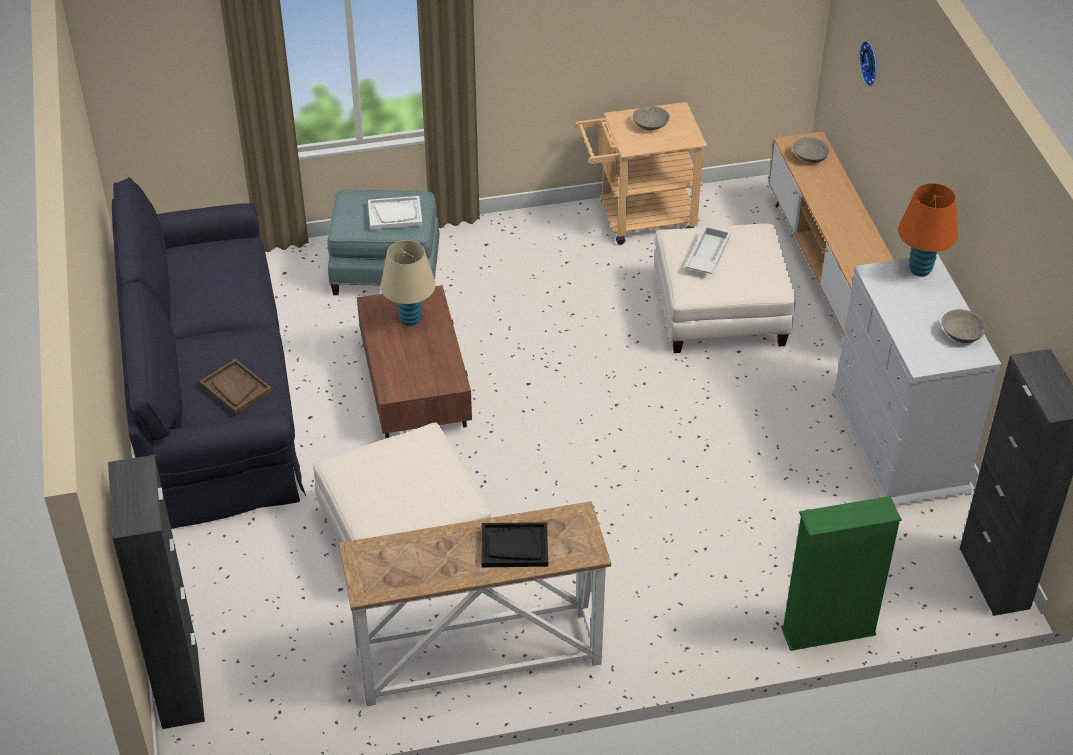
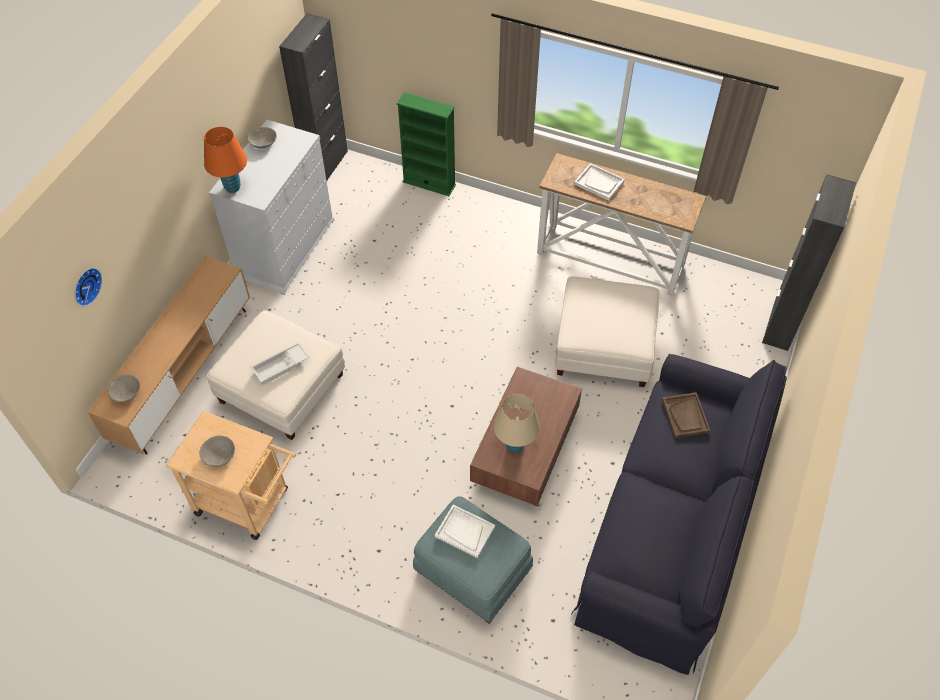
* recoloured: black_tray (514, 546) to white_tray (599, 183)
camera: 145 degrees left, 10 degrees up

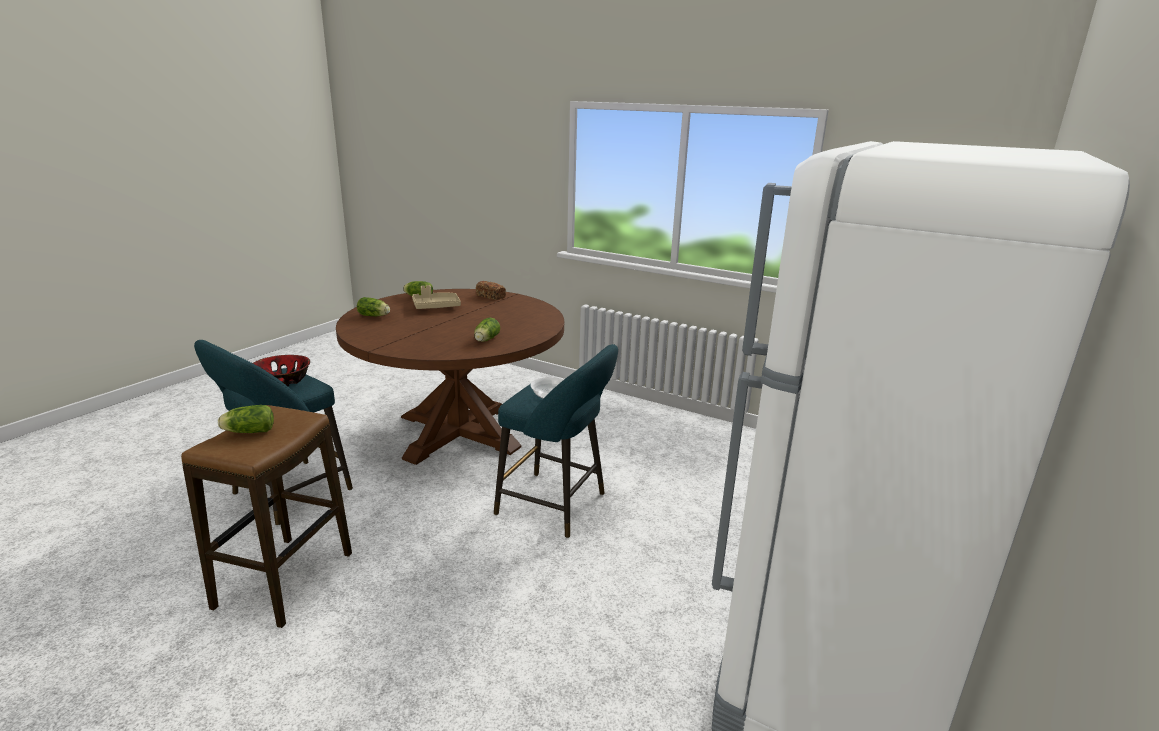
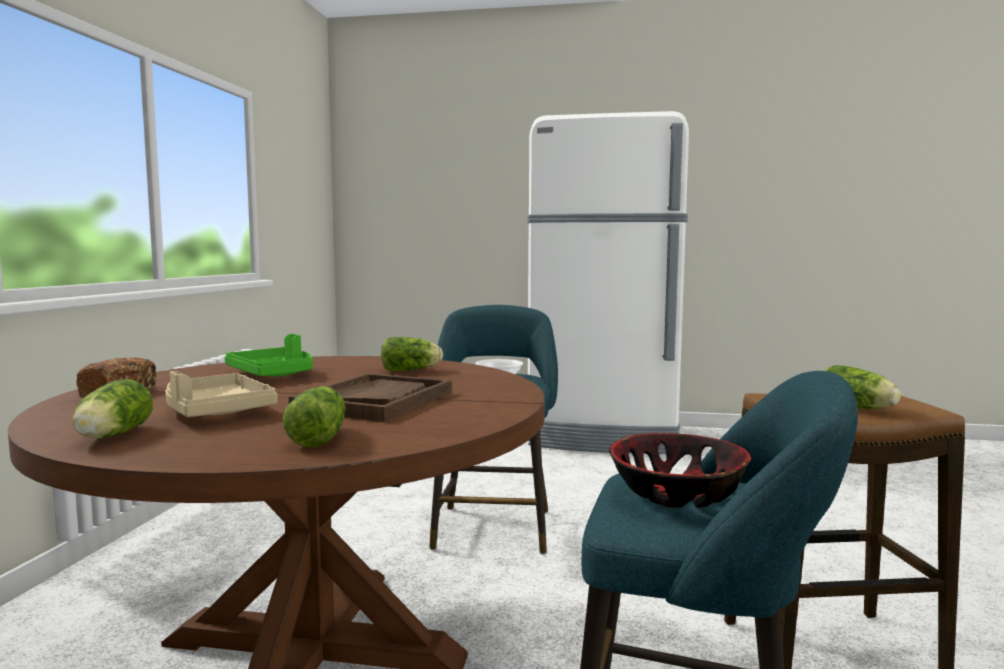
* added: green_tray (274, 374)
* added: brown_tray (375, 401)
camera: 110 degrees left, 15 degrees down

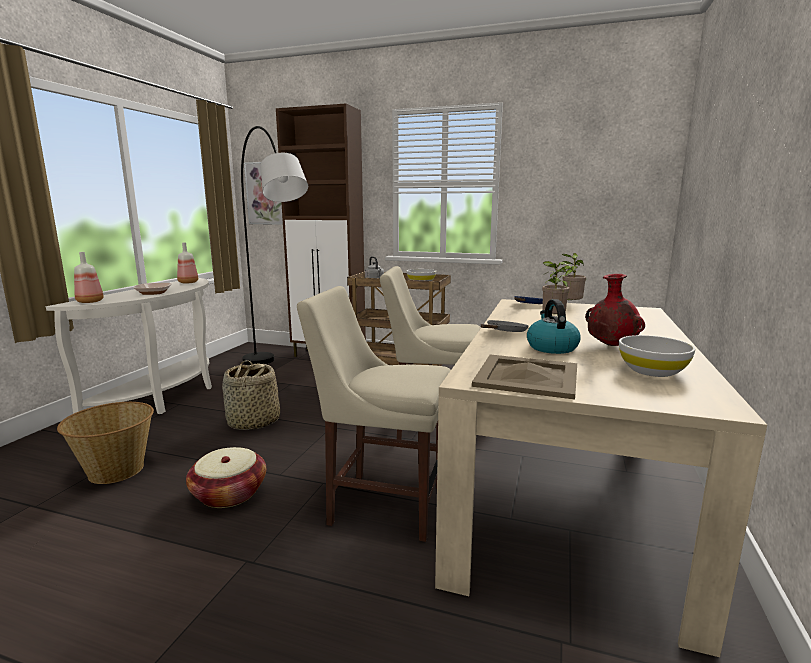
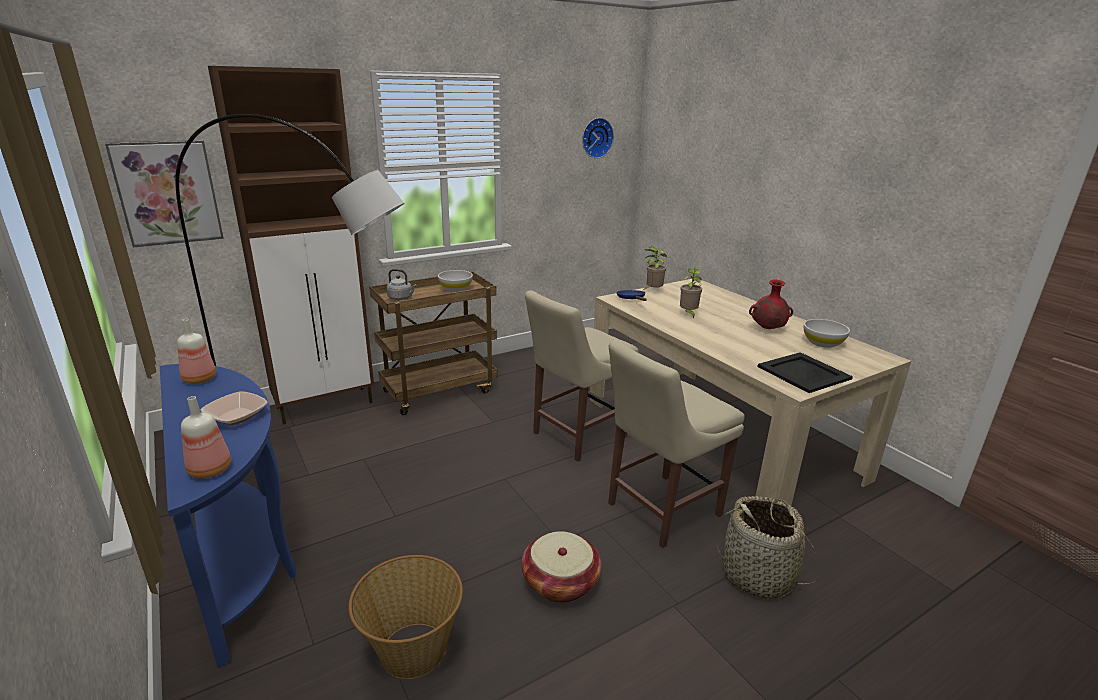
* removed: grey_frying_pan (504, 332)
* removed: kettle (551, 347)
* added: wall_clock (596, 138)
* moved: basket (253, 422) to (758, 576)
* recoloured: white_console_table (166, 397) to blue_console_table (244, 557)
* recoloured: beige_tray (528, 376) to black_tray (803, 372)
camera: 50 degrees left, 10 degrees up

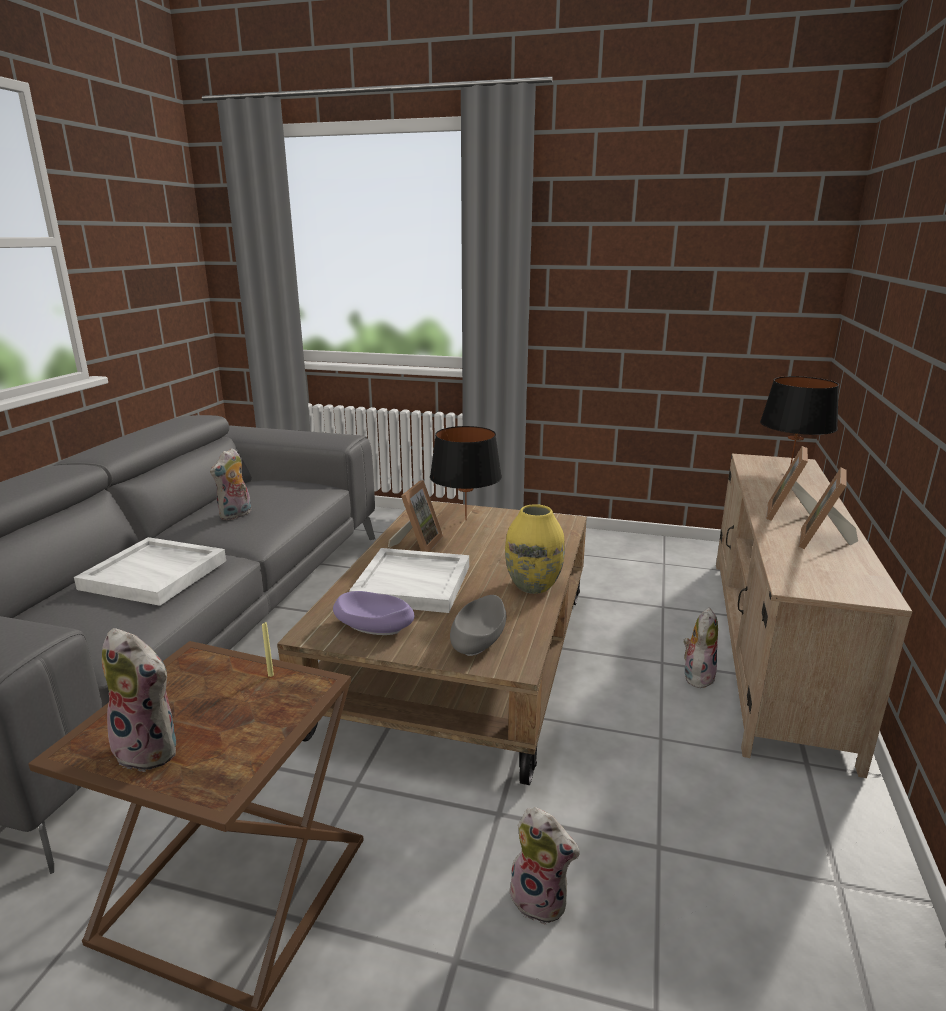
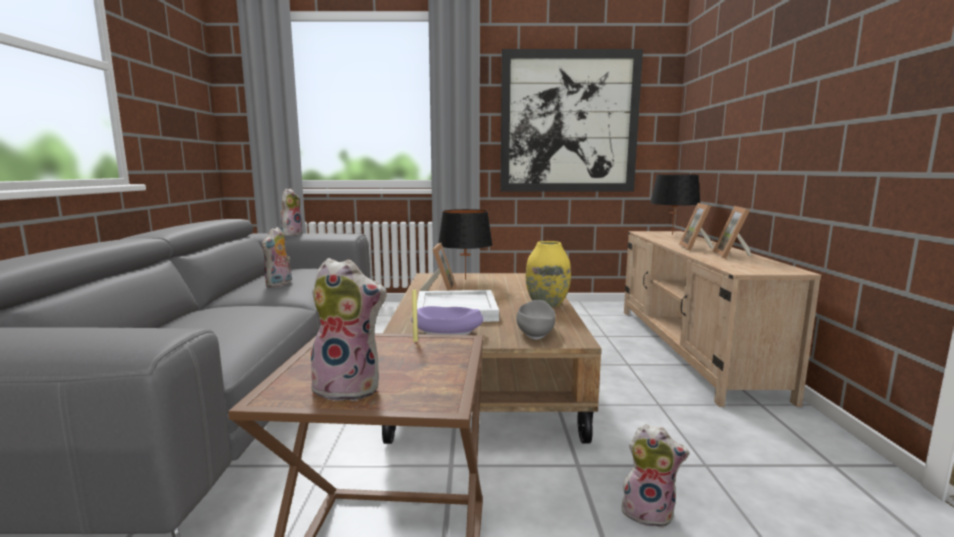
* removed: white_tray (156, 574)
* added: picture (568, 122)
* moved: plush_toy (697, 675) to (291, 234)
camera: 15 degrees left, 10 degrees down

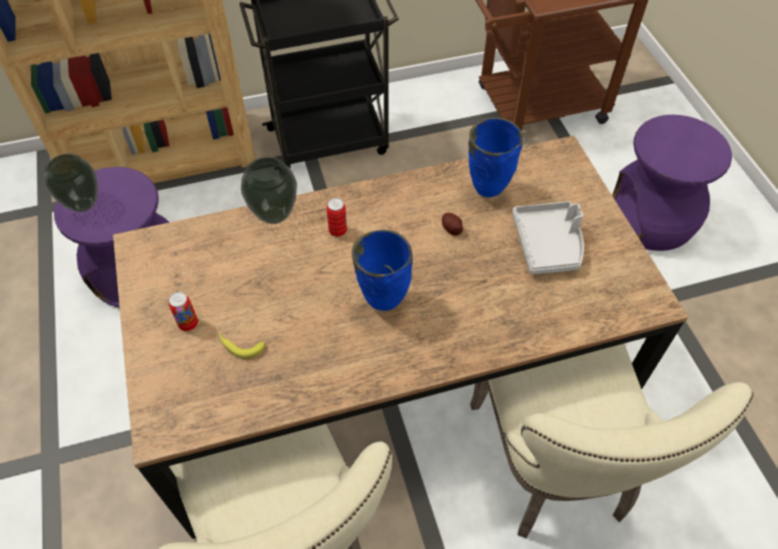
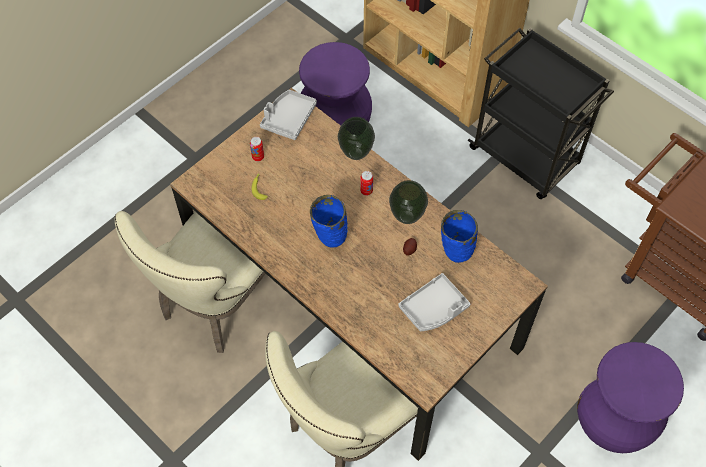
* added: grey_tray (288, 119)
* moved: vase (83, 205) to (406, 216)
camera: 60 degrees right, 5 degrees up

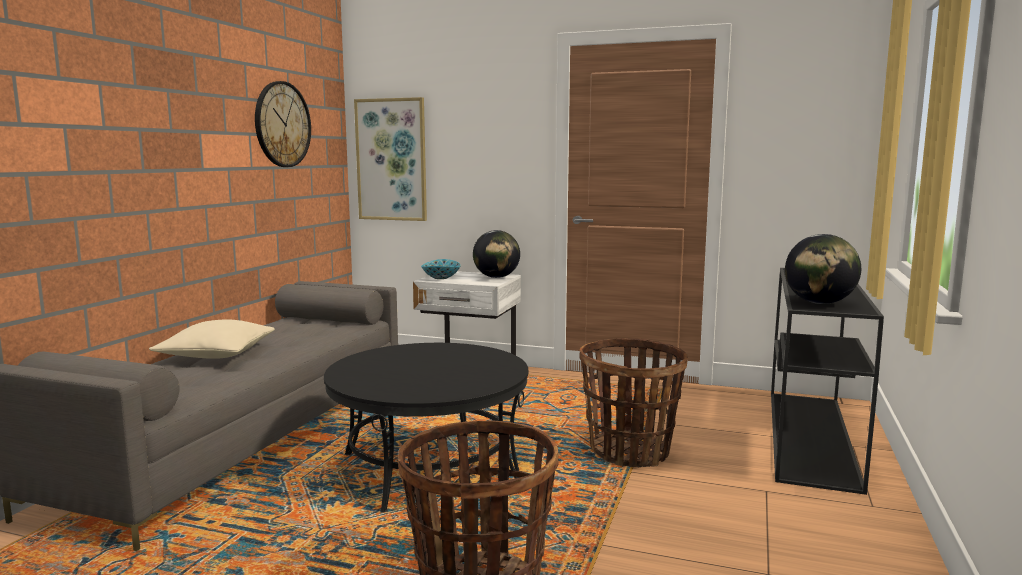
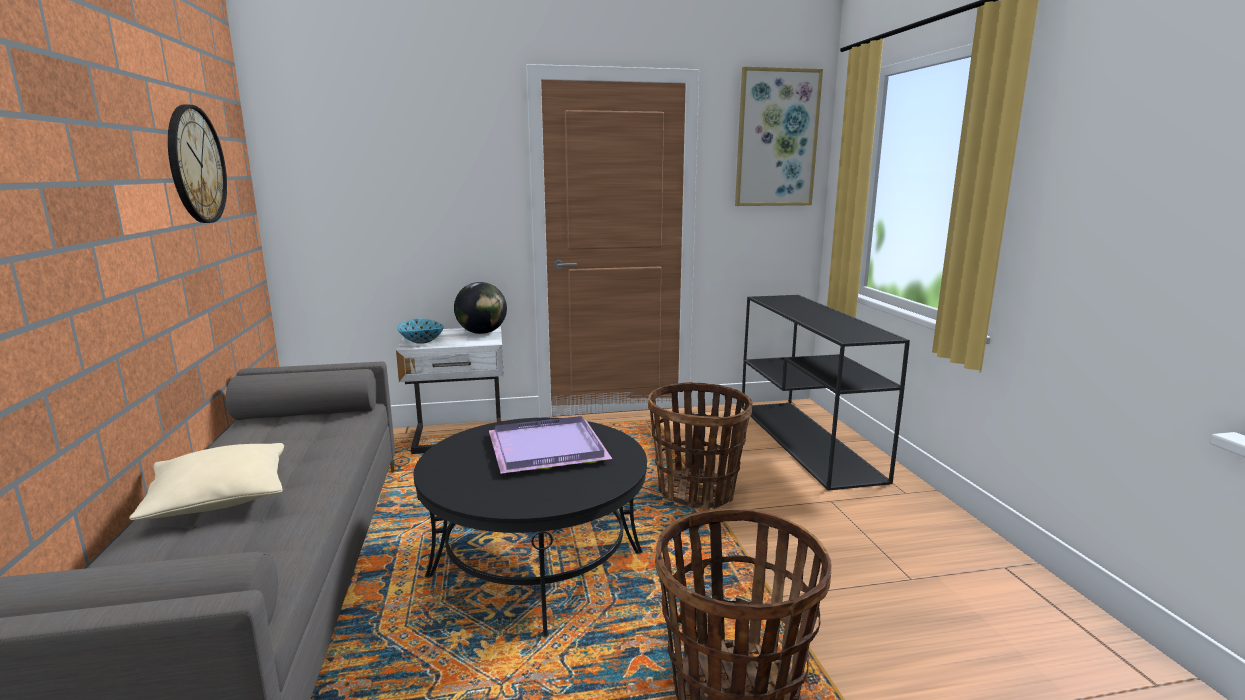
* removed: globe (819, 303)
* added: purple_tray (545, 448)
* moved: picture (391, 160) to (776, 138)
camera: 30 degrees left, 5 degrees up

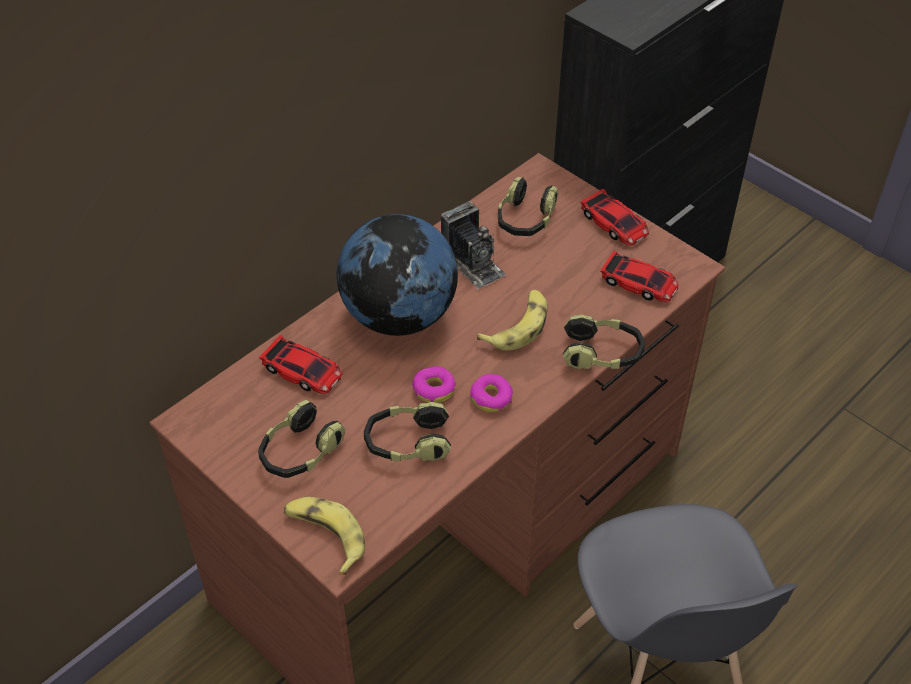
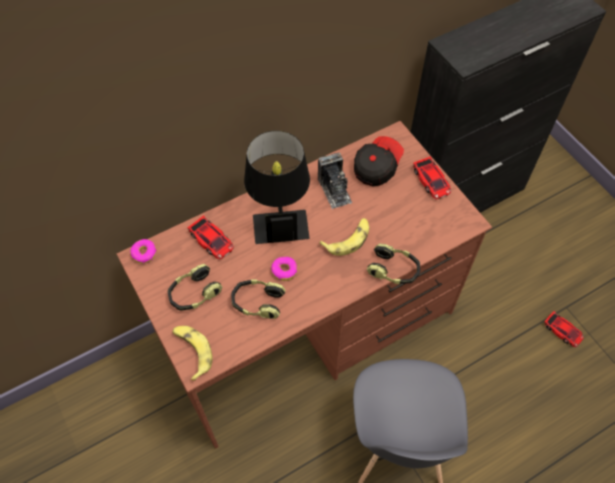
* moved: donut (491, 398) to (144, 253)
* moved: toy_car (639, 283) to (563, 331)
* replaced: globe (399, 316) to black_table_lamp (279, 216)
* replaced: headphones (525, 220) to cap (376, 166)
camera: 15 degrees right, 10 degrees up

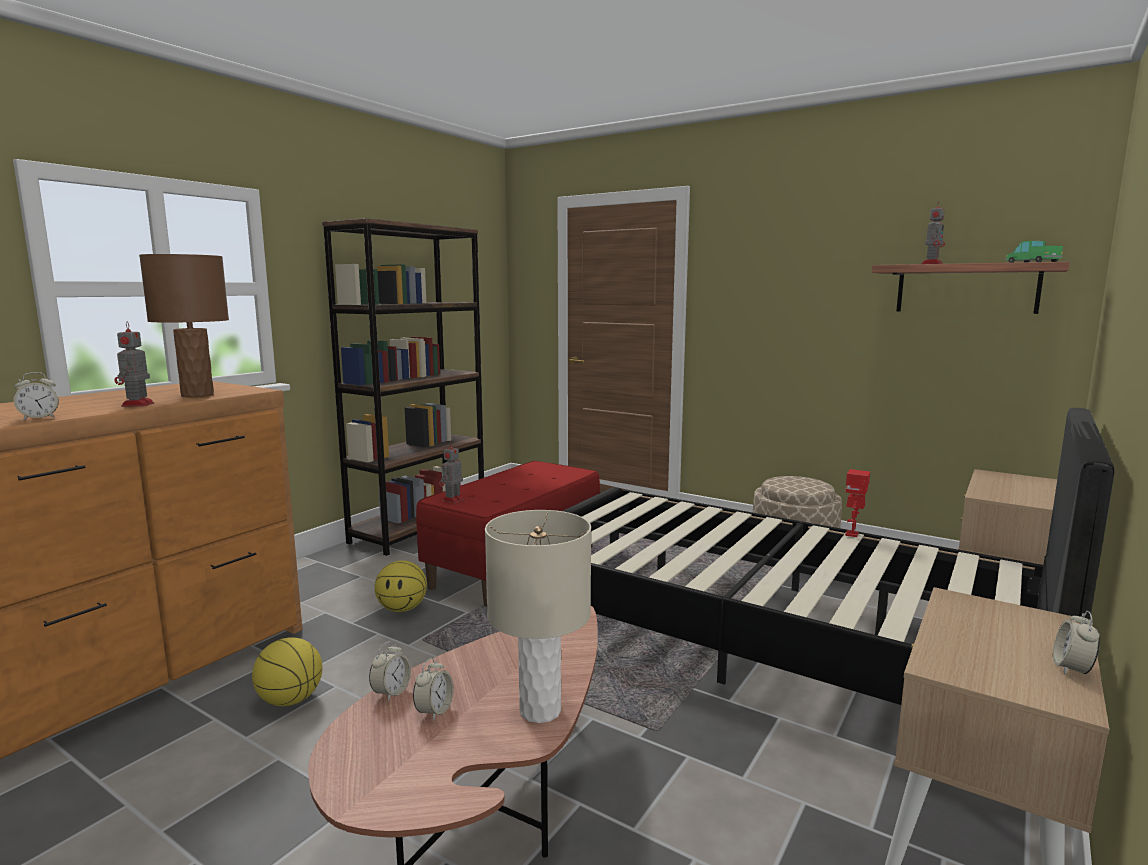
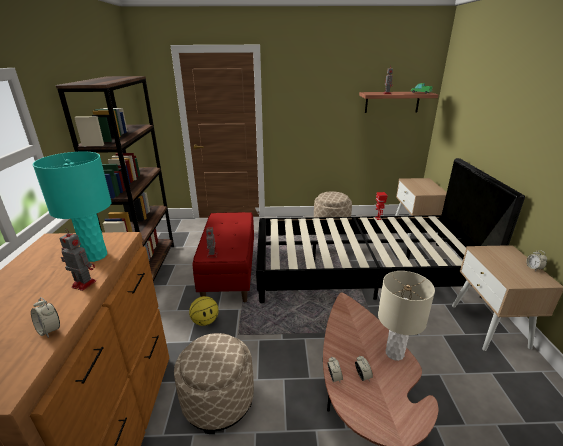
* replaced: basketball (290, 700) to beige_ottoman (218, 400)
* recoloured: brown_table_lamp (197, 395) to turquoise_table_lamp (95, 256)
* turned: alarm_clock (39, 418) = (50, 330) 105 degrees clockwise
* turned: toy_robot (137, 405) = (83, 284) 150 degrees clockwise
camera: 35 degrees left, 15 degrees up

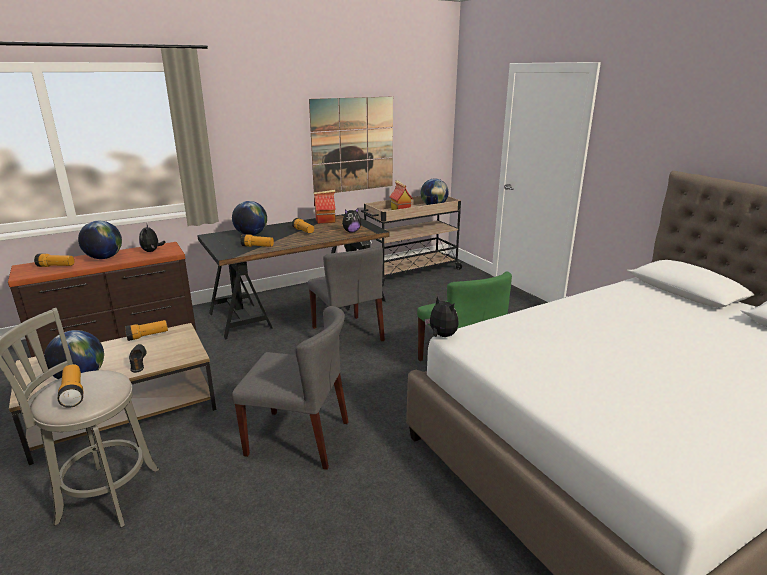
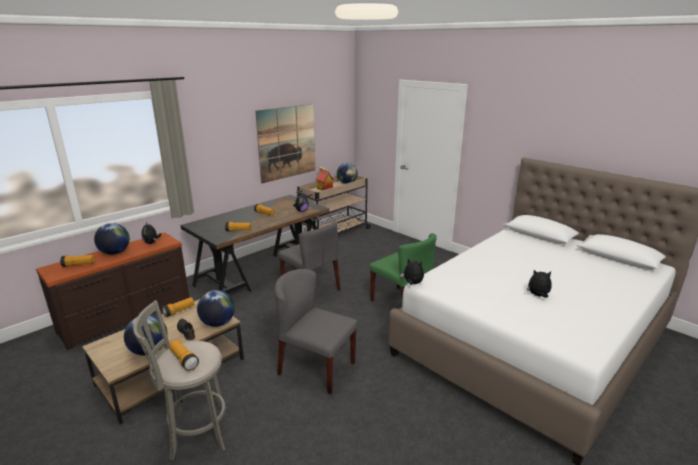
* removed: toy_house (325, 221)
* added: plush_toy (538, 295)
* moved: globe (251, 234) to (218, 323)
* turned: grey_chair (299, 438) = (316, 368) 150 degrees counterclockwise
camera: 15 degrees left, 0 degrees up

